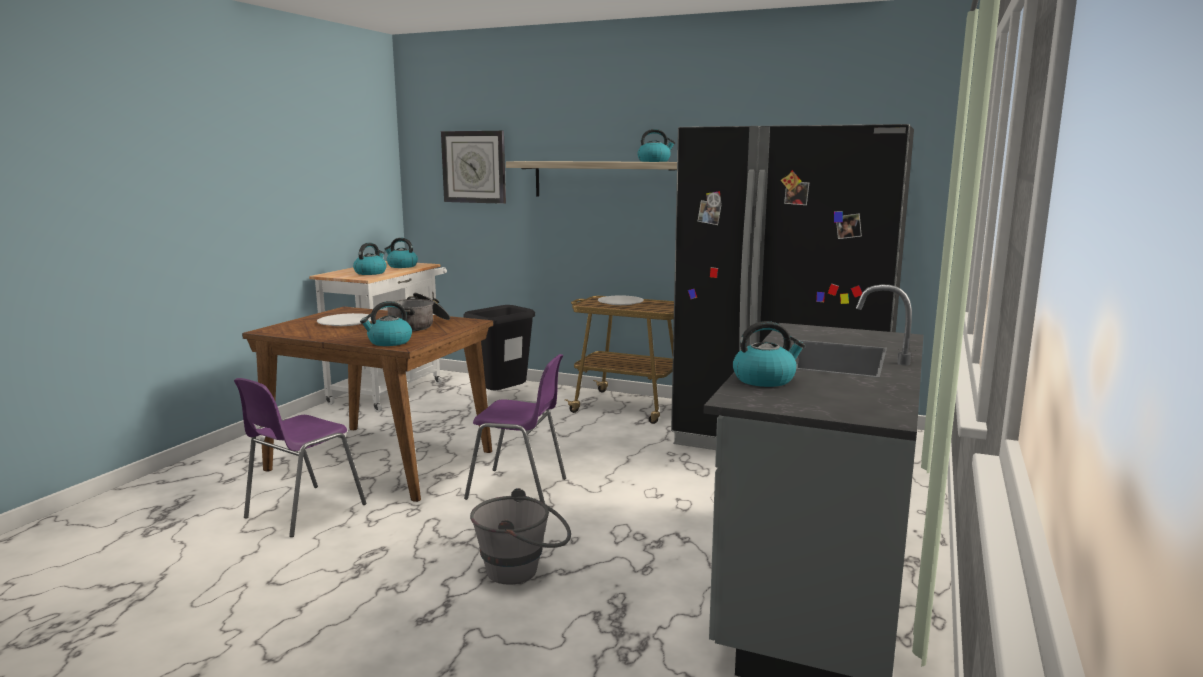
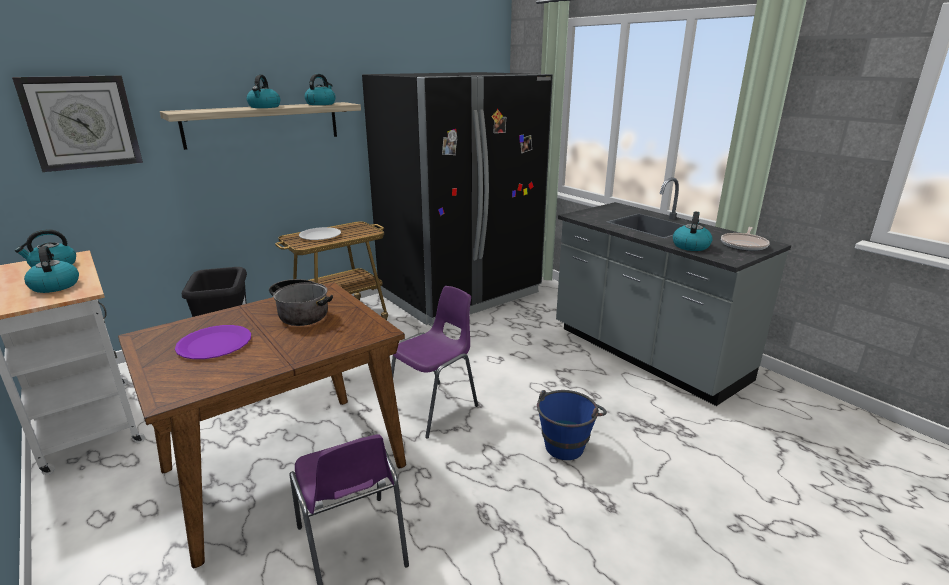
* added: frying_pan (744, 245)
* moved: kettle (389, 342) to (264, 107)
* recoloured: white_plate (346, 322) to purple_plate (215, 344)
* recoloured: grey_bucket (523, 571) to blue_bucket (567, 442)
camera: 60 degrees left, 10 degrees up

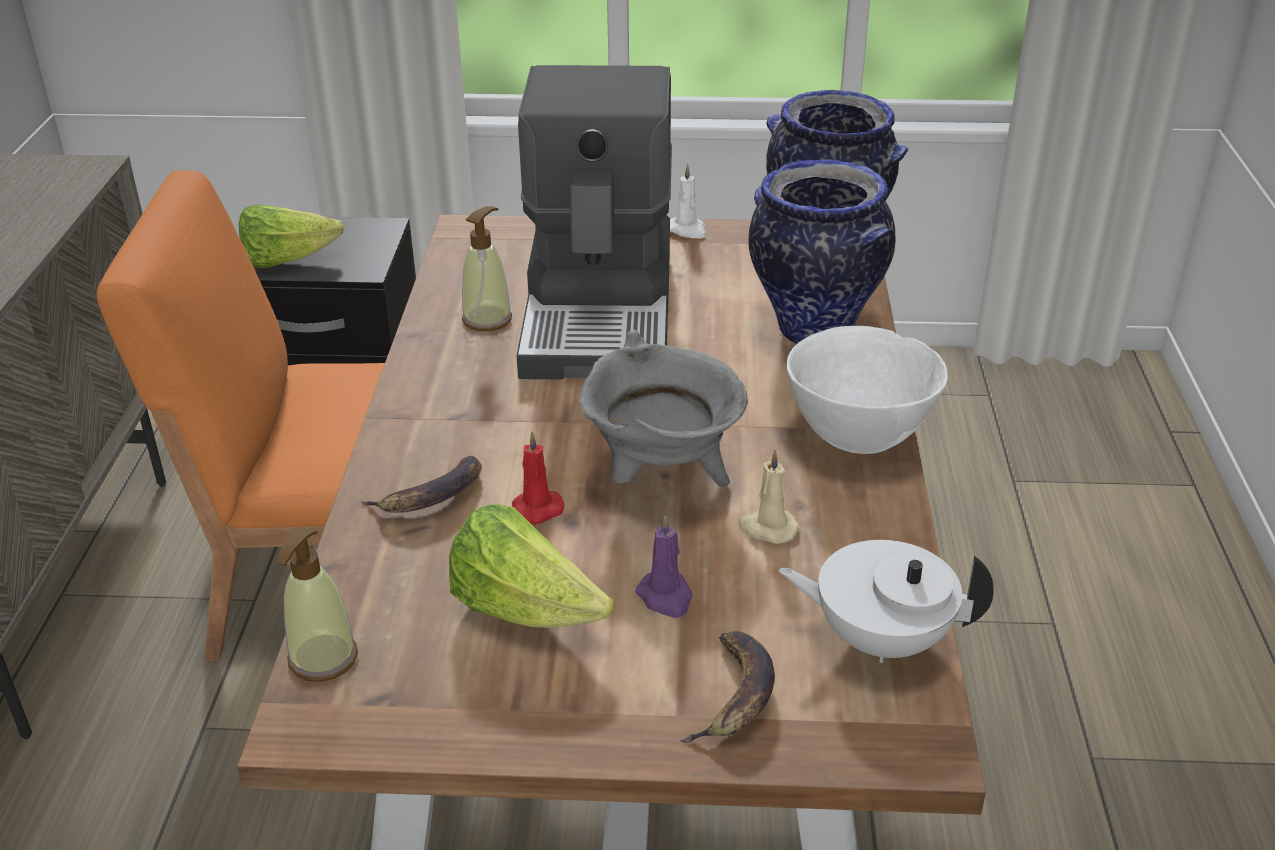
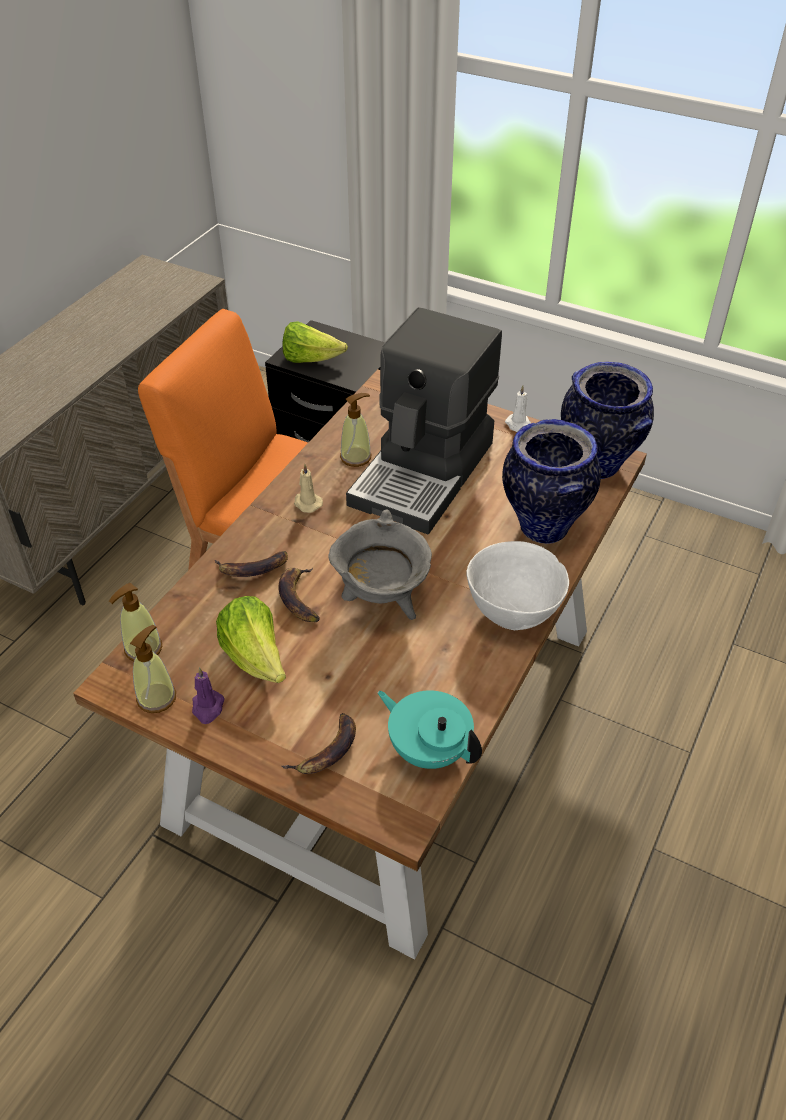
* added: soap_dispenser (157, 697)
* moved: purple_candle (666, 597) to (208, 708)
* moved: beige_candle (767, 528) to (307, 503)
* replaced: red_candle (534, 511) to banana (299, 598)
* recoloured: white_teapot (880, 638) to turquoise_teapot (429, 749)
camera: 25 degrees right, 10 degrees up

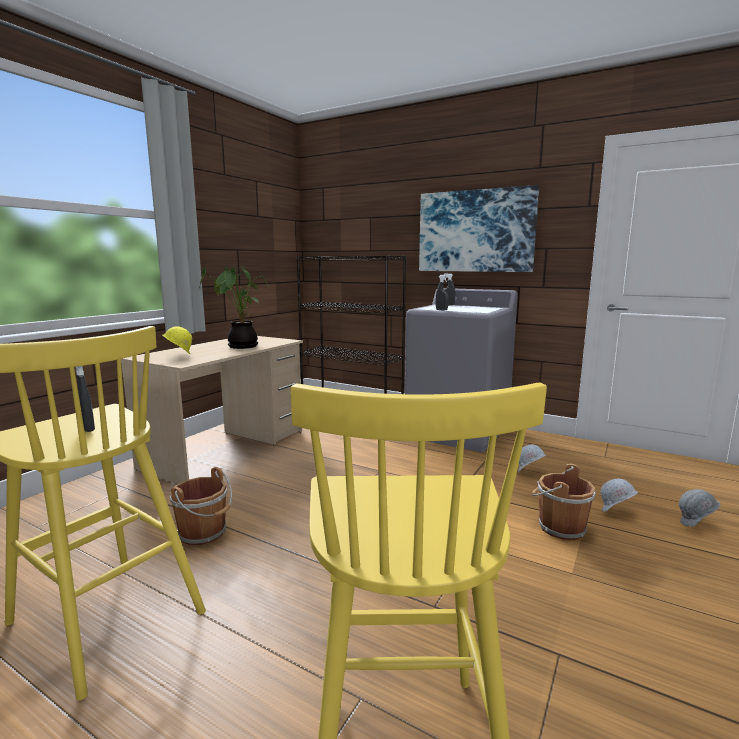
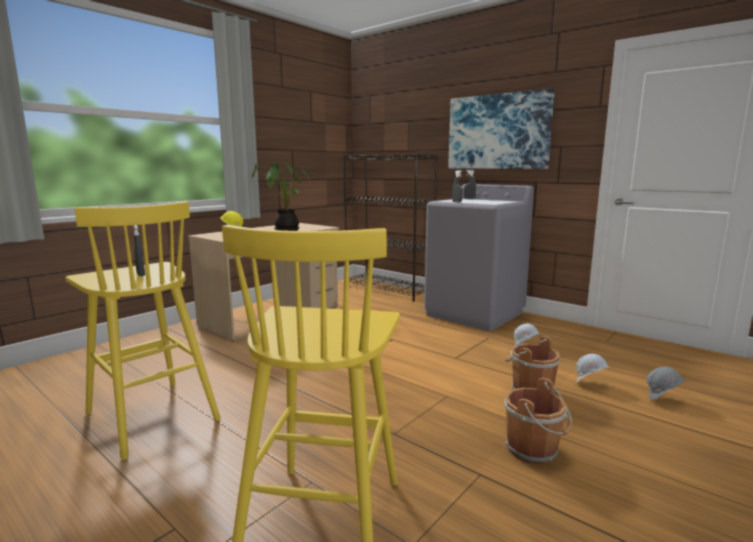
* moved: brown_bucket (204, 533) to (534, 450)
camera: 10 degrees right, 0 degrees up

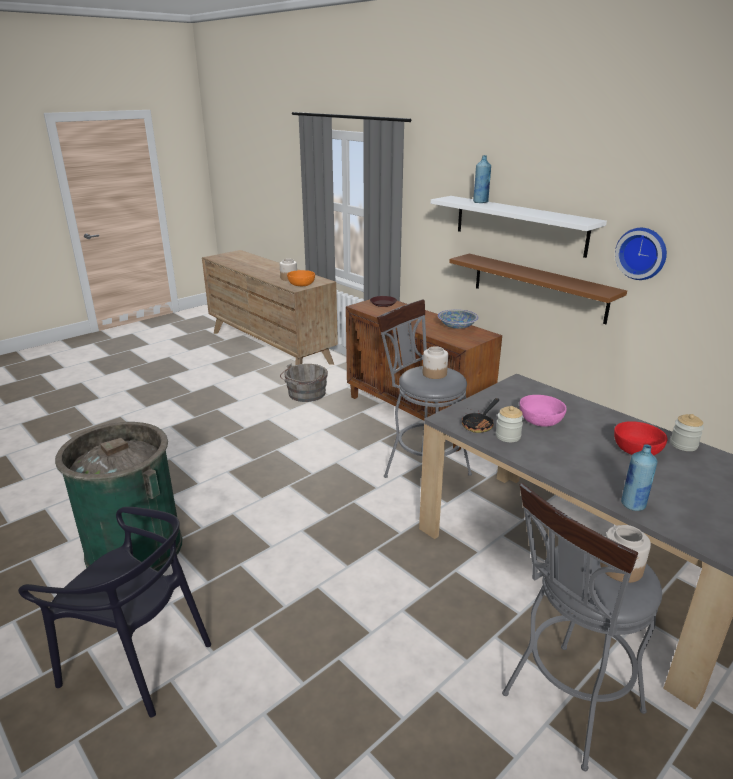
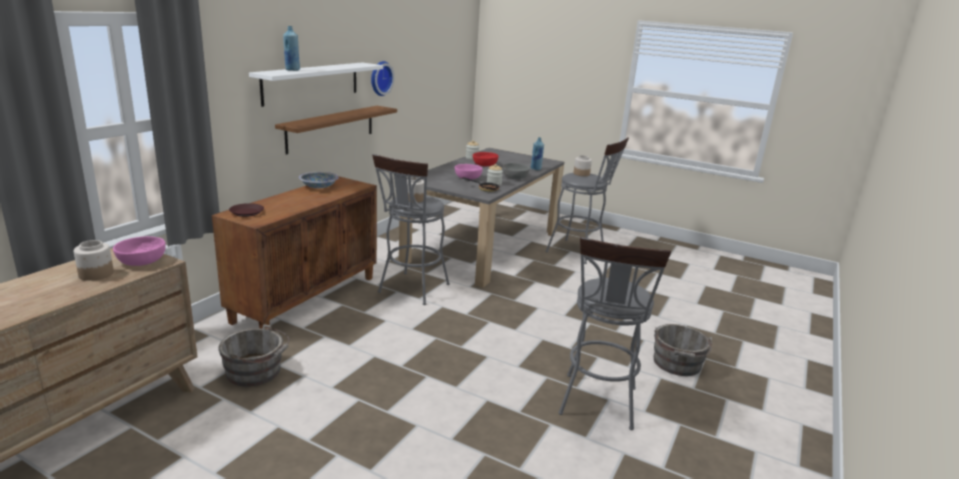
* added: grey_bowl (515, 177)
* replaced: black_chair (138, 659) to grey_bucket (677, 364)
* replaced: green_trash_can (134, 548) to grey_stool (598, 405)
* recoloured: orange_bowl (301, 284) to pink_bowl (141, 261)
camera: 110 degrees left, 5 degrees down

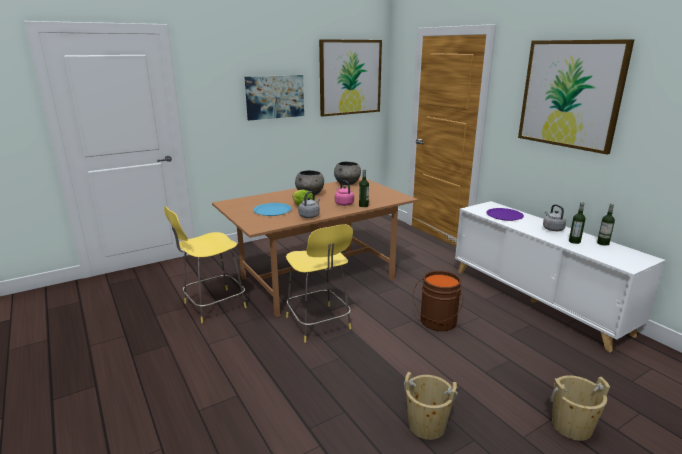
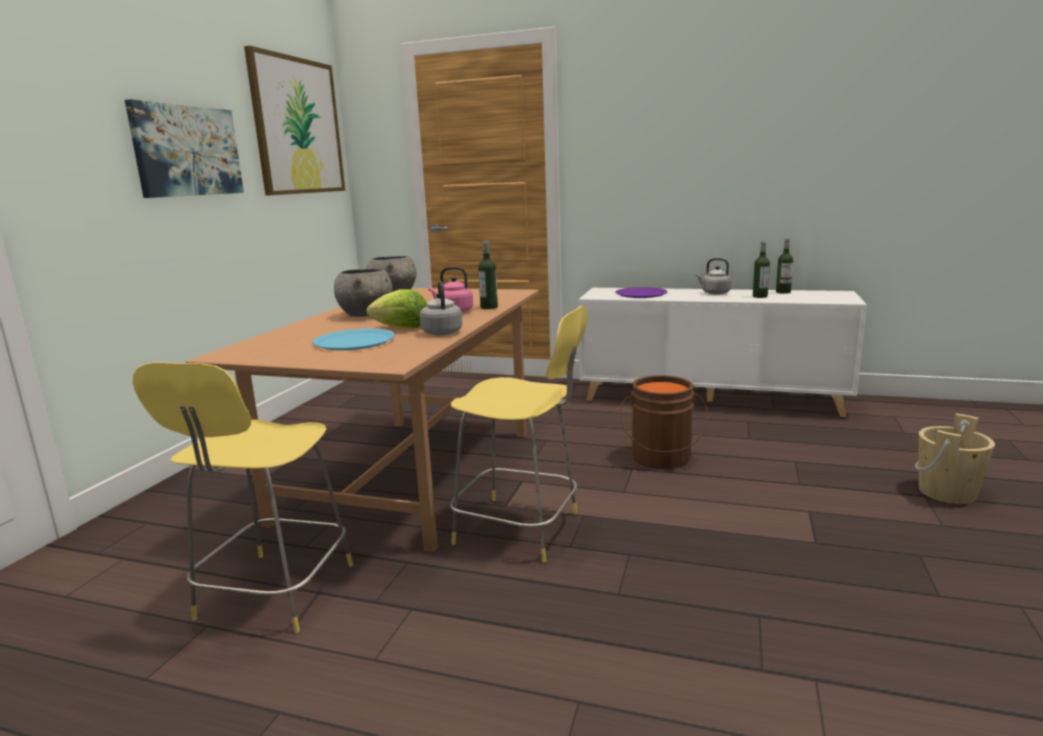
* removed: beige_bucket (426, 425)
* removed: picture (570, 94)
camera: 40 degrees left, 5 degrees down

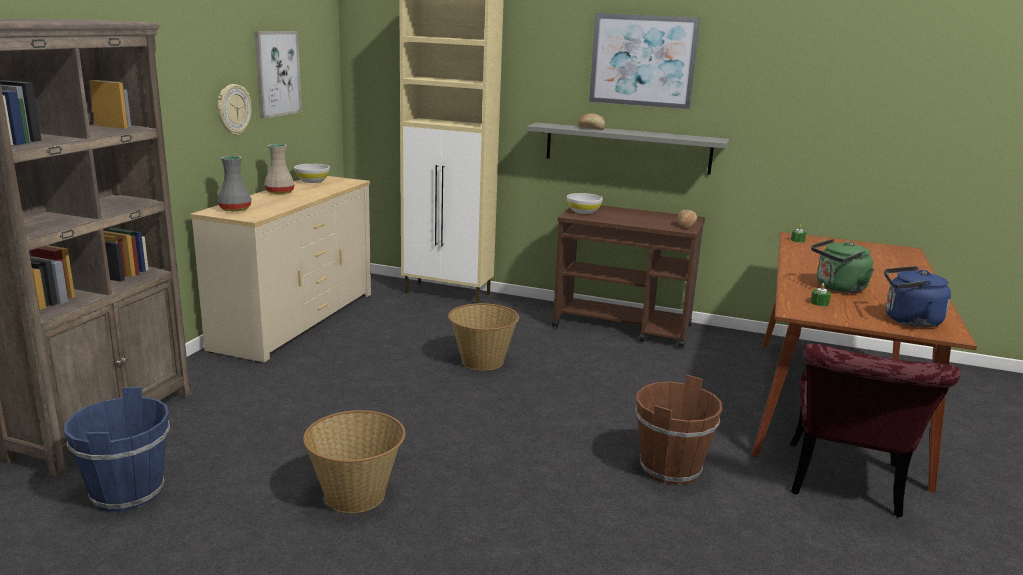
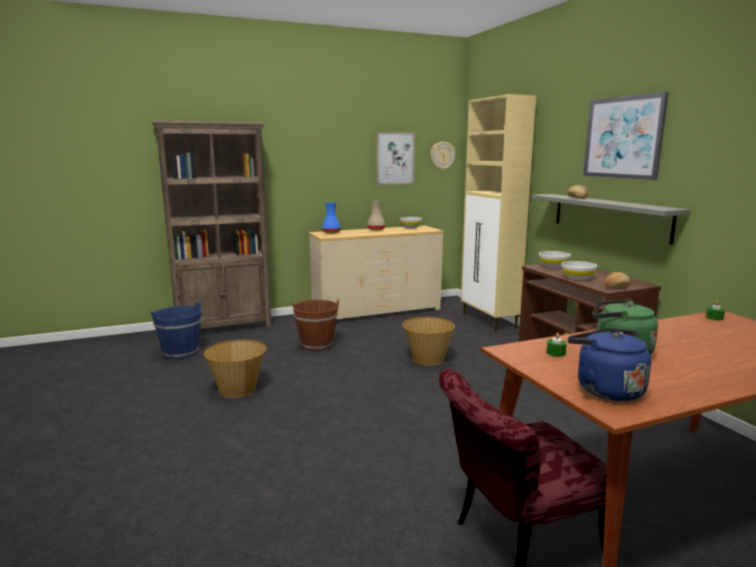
* added: white_bowl (577, 278)
* moved: wall_clock (233, 109) to (442, 156)
* moved: brown_bucket (670, 468) to (316, 345)
* recoloured: grey_vase (236, 209) to blue_vase (331, 233)
camera: 50 degrees right, 5 degrees down

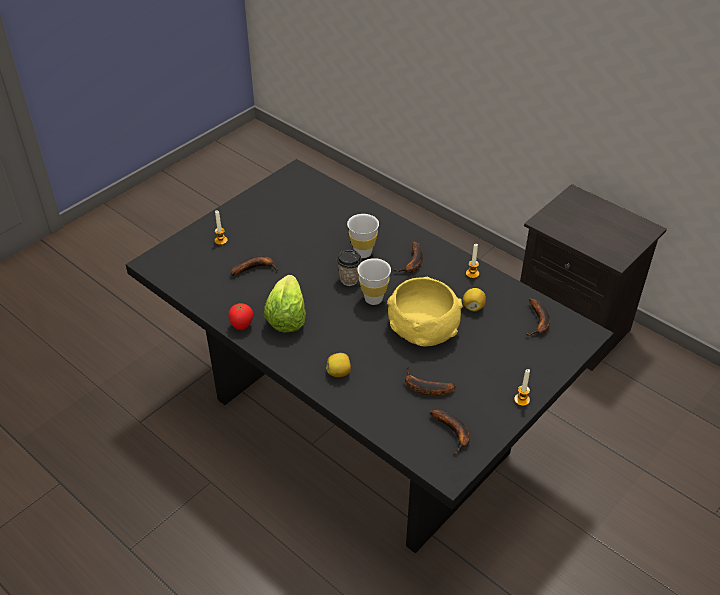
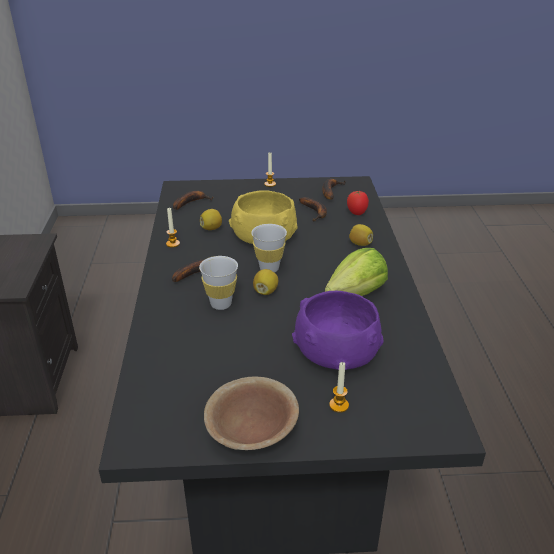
* added: brown_bowl (251, 430)
* moved: tomato (242, 326) to (357, 213)
* replaced: banana (255, 268) to purple_bowl (335, 350)
* replaced: cup (349, 279) to lemon (265, 291)
camera: 135 degrees left, 10 degrees down

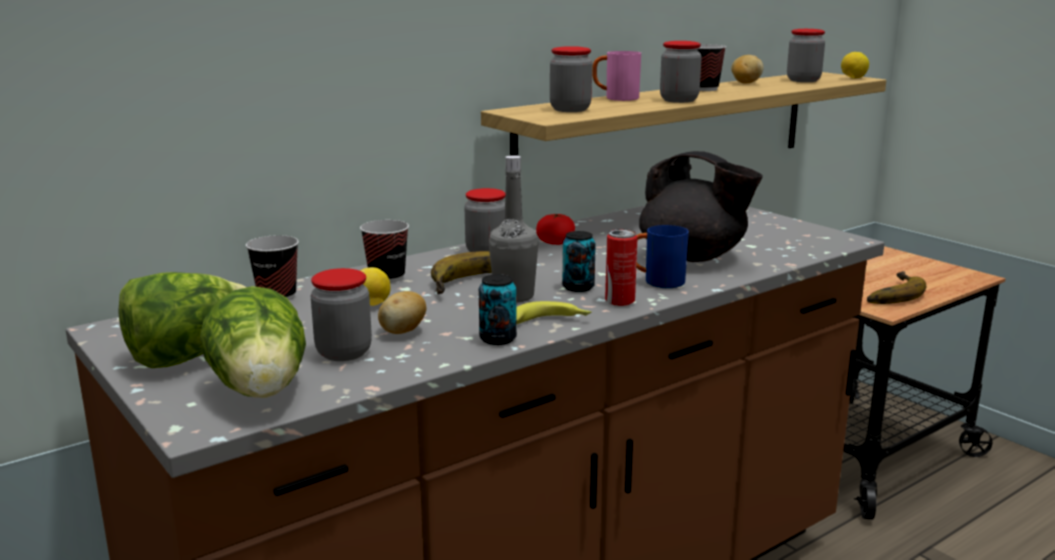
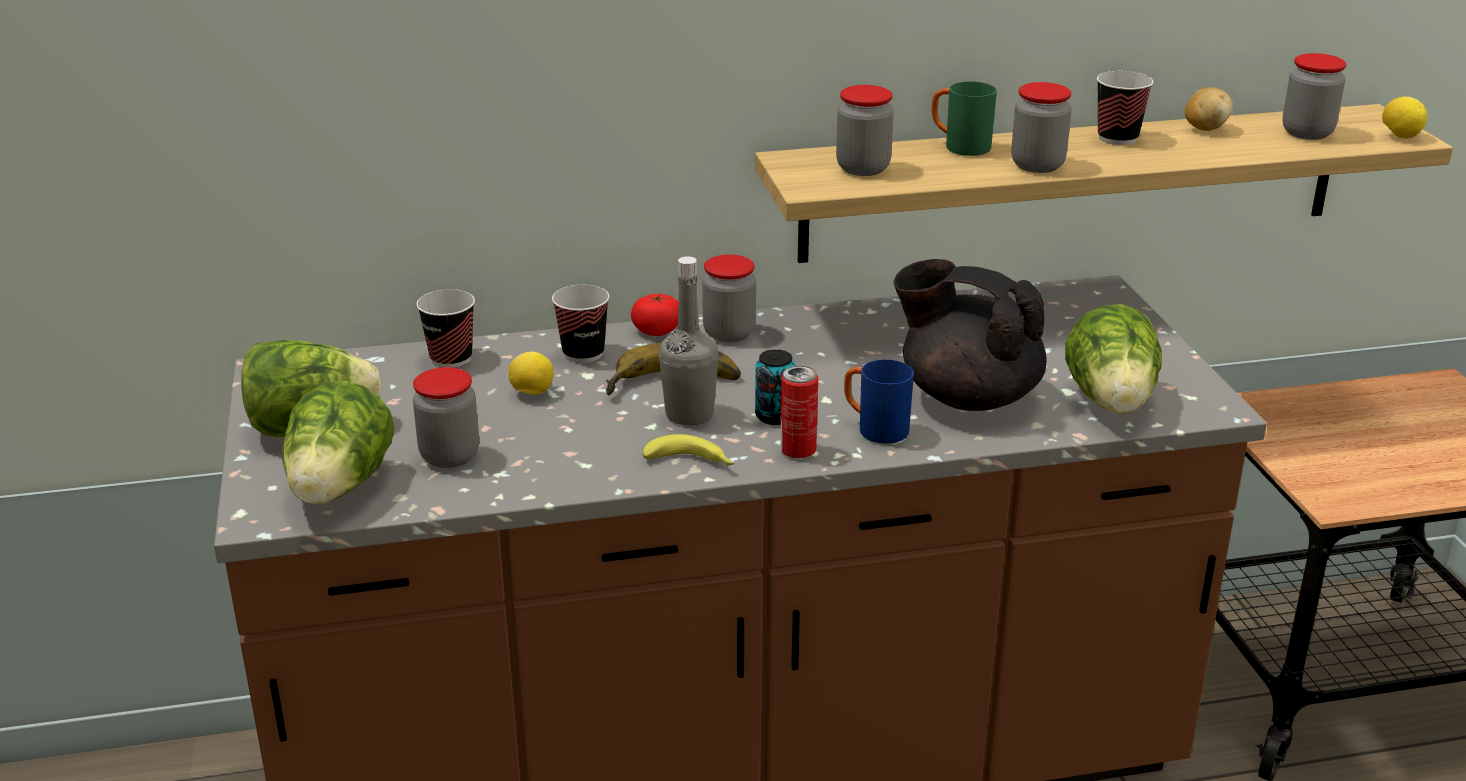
* removed: potato (402, 332)
* removed: can (498, 339)
* removed: banana (888, 293)
* added: lettuce (1112, 403)
* moved: tomato (555, 242) to (657, 330)
* recoloured: pink_mug (615, 98) to green_mug (959, 147)
* turned: black_teapot (693, 257) = (967, 396) 150 degrees clockwise
camera: 25 degrees right, 10 degrees up

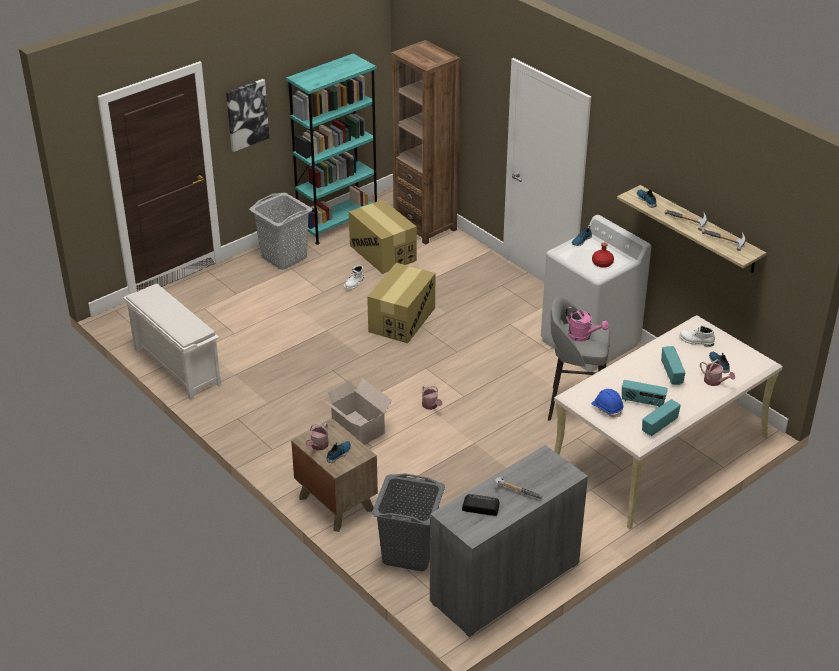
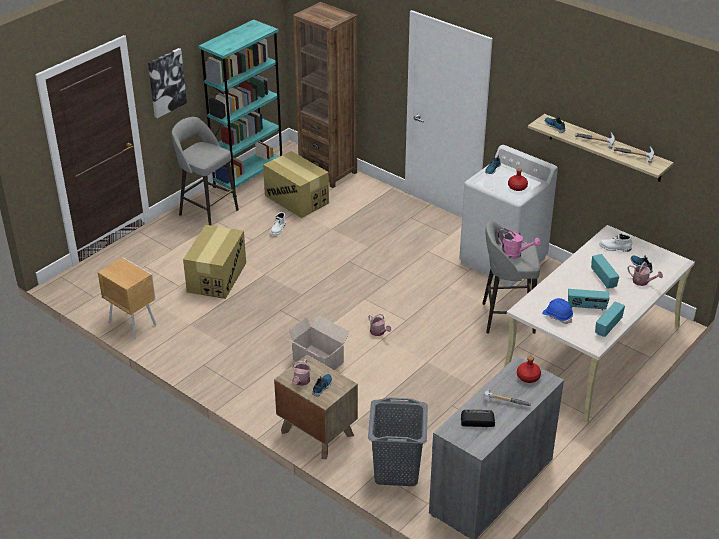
* added: red_bottle (528, 377)
* moved: cardboard_box (402, 320) to (217, 277)
* replaced: white_shoe_rack (176, 366) to brown_nightstand (132, 323)
* replaced: grey_laundry_basket (284, 257) to grey_stool (207, 212)
camera: 10 degrees left, 0 degrees up

